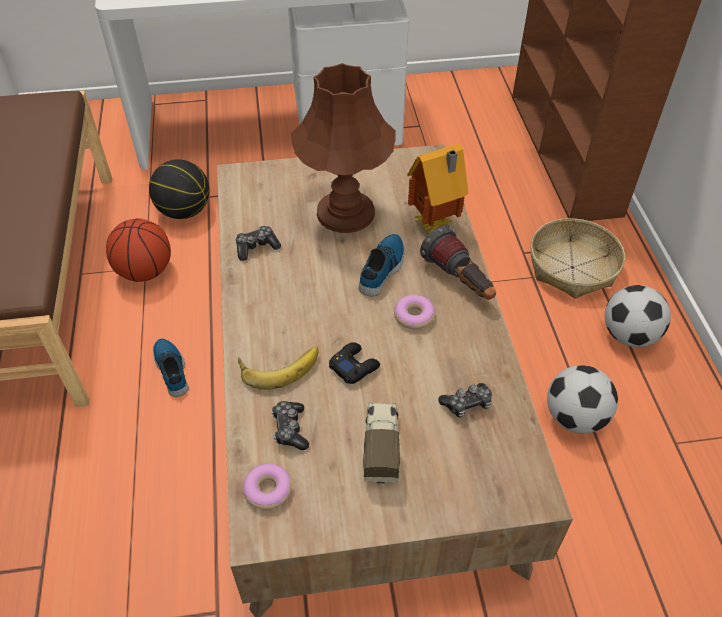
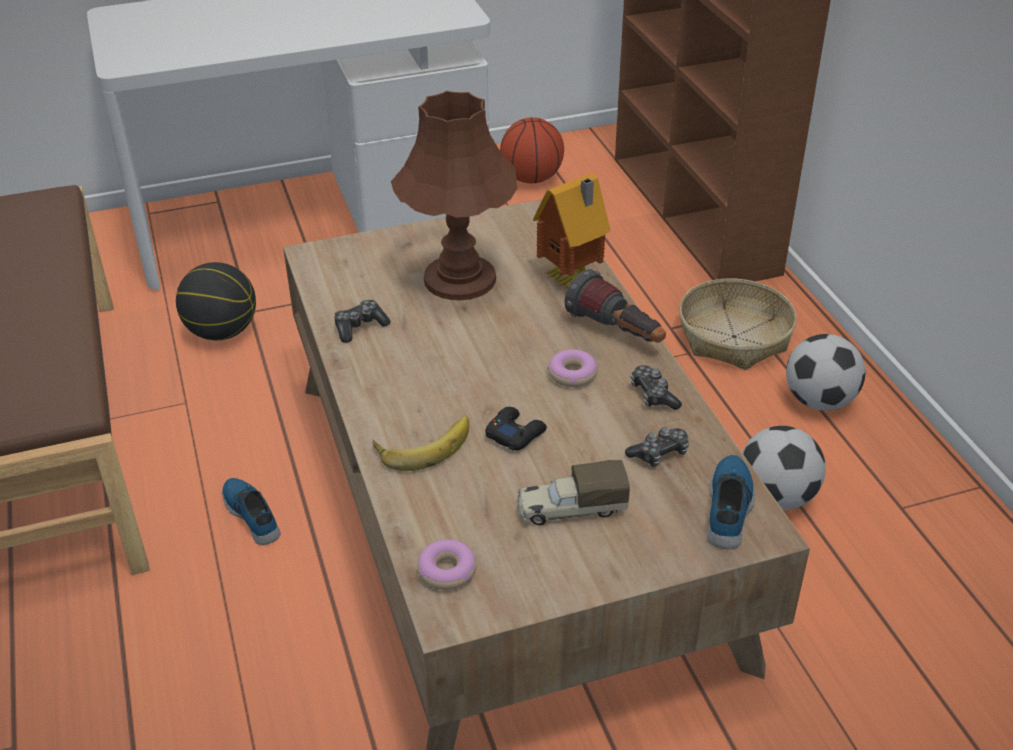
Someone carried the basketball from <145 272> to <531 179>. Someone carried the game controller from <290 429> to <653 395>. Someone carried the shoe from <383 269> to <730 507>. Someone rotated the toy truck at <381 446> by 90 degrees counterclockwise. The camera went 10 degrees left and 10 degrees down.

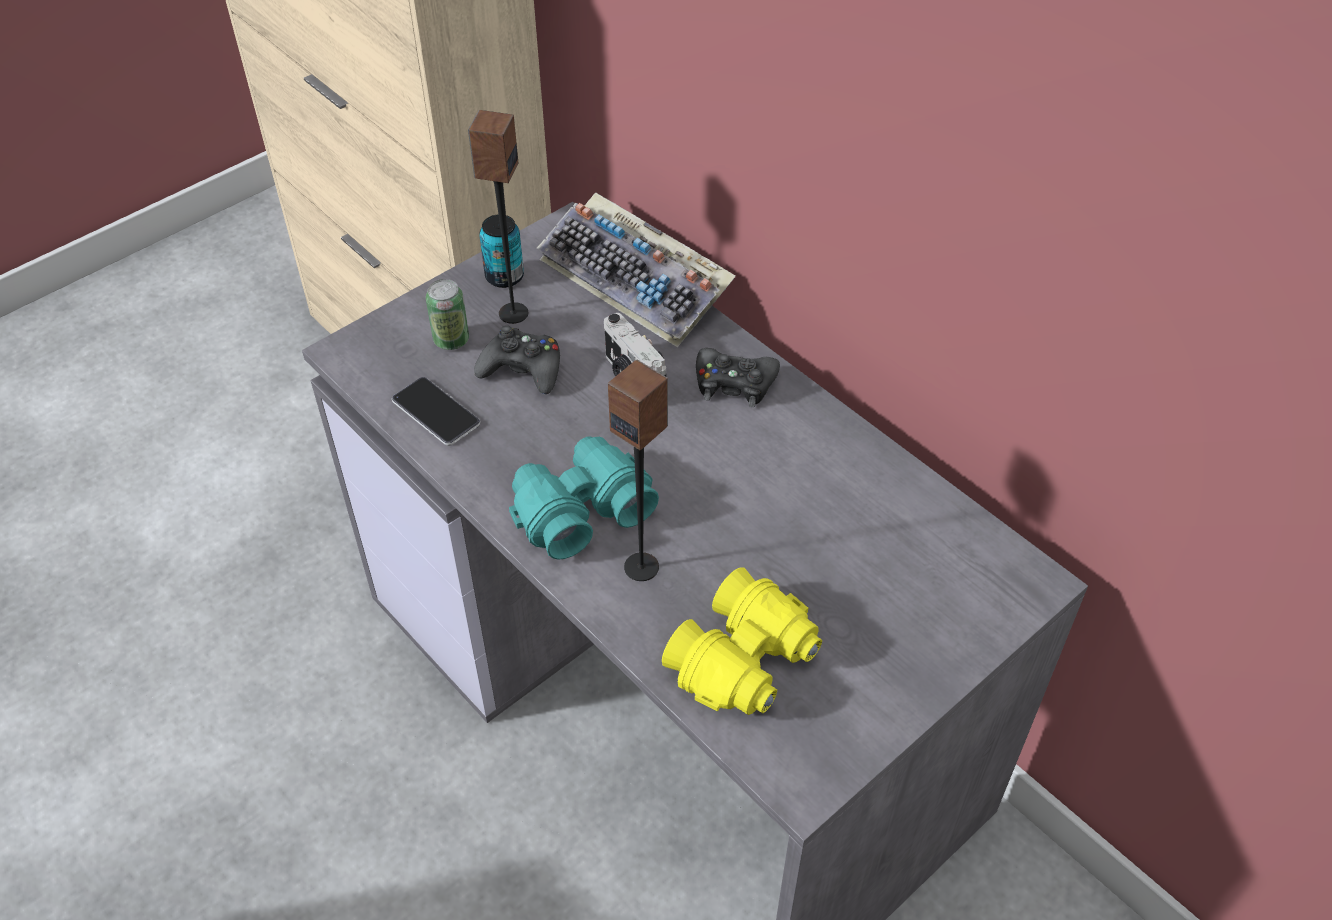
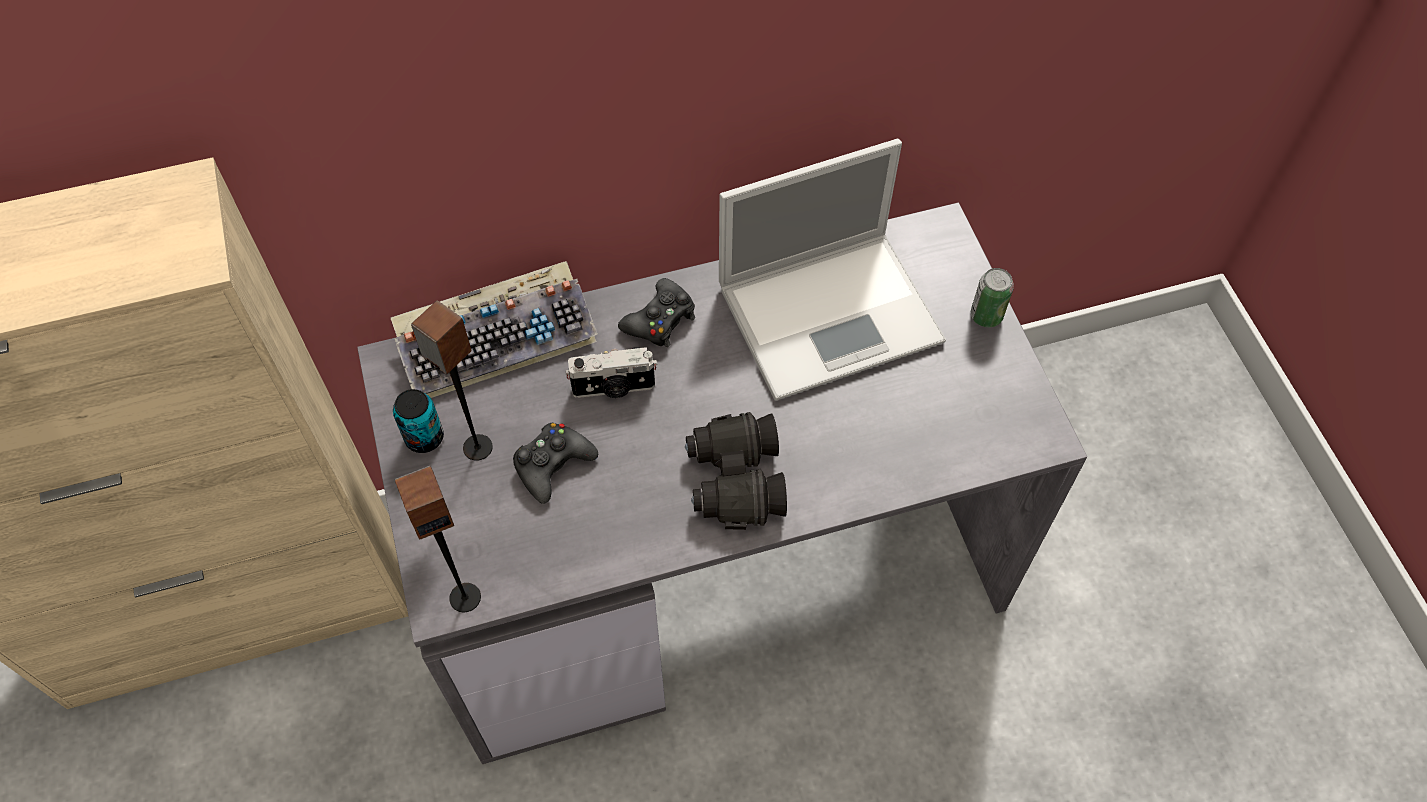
Someone took away the phone at <436 412>. Someone carried the can from <451 340> to <986 316>. Someone repainted the turquoise binoculars at <580 509>, which became the black binoculars at <734 480>. Someone carried the speaker from <642 566> to <465 597>. Someone took away the yellow binoculars at <746 660>. Someone put down the laptop at <833 312>. The camera went 65 degrees left and 10 degrees up.

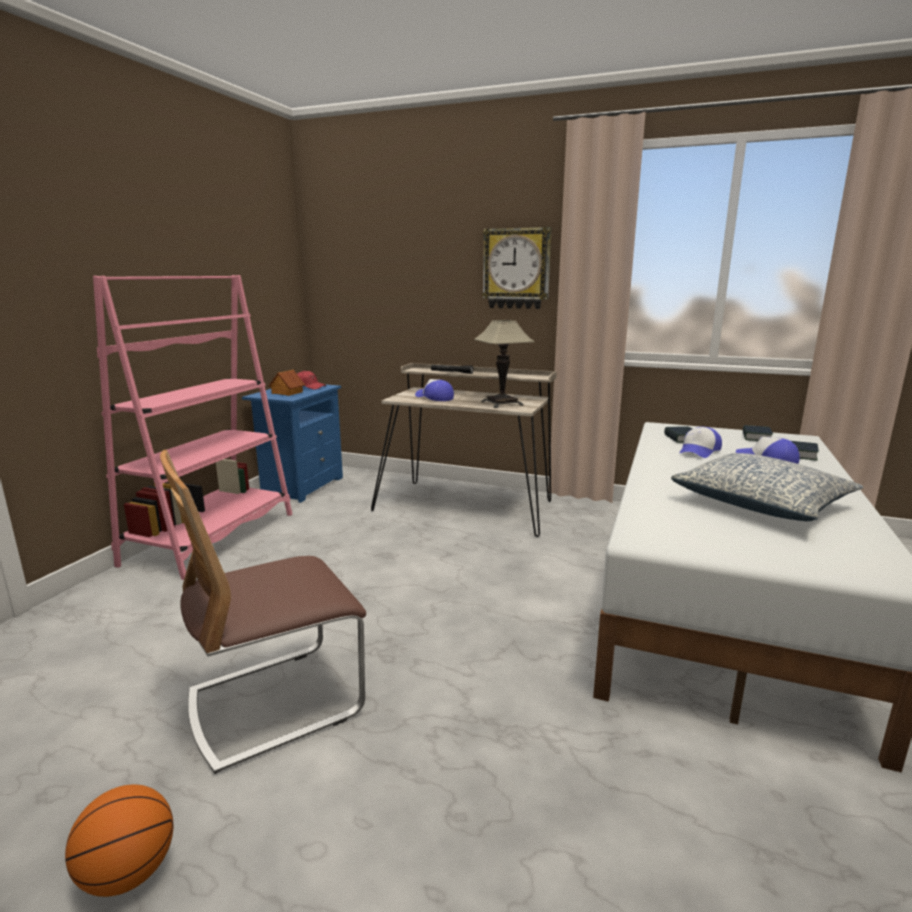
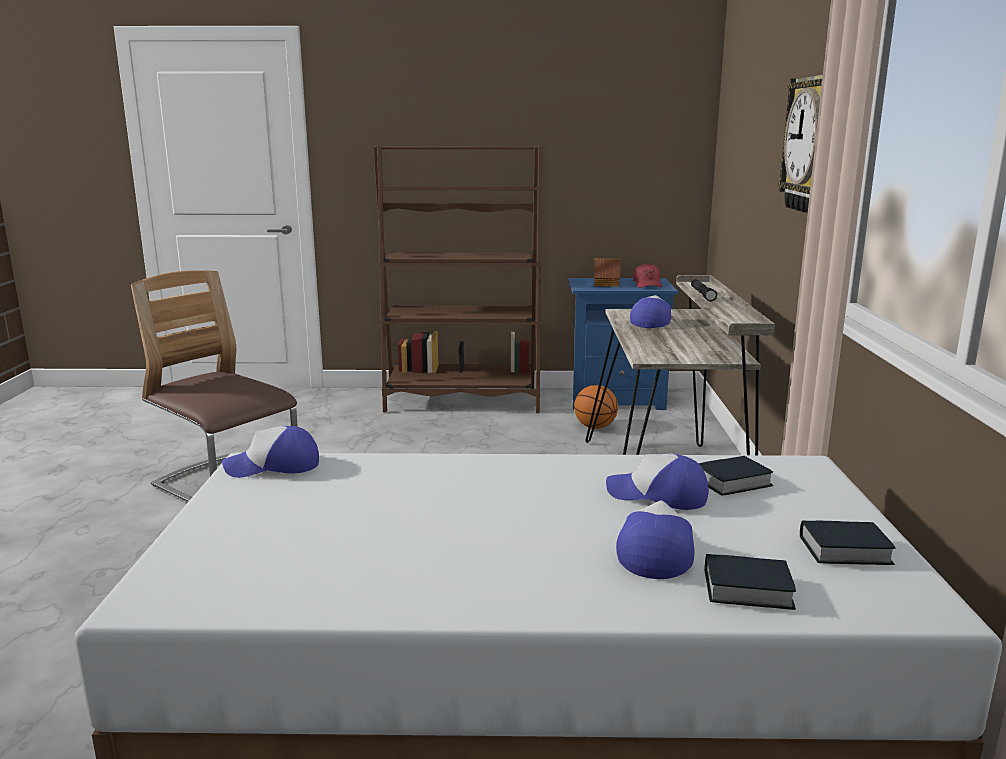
Someone carried the basketball from <129 872> to <595 427>. Someone repainted the pink bookcase at <212 538>, which became the brown bookcase at <462 400>. Someone took away the table lamp at <502 403>. Someone took away the pillow at <762 504>. Someone put down the cap at <273 466>. The camera went 70 degrees right and 0 degrees up.

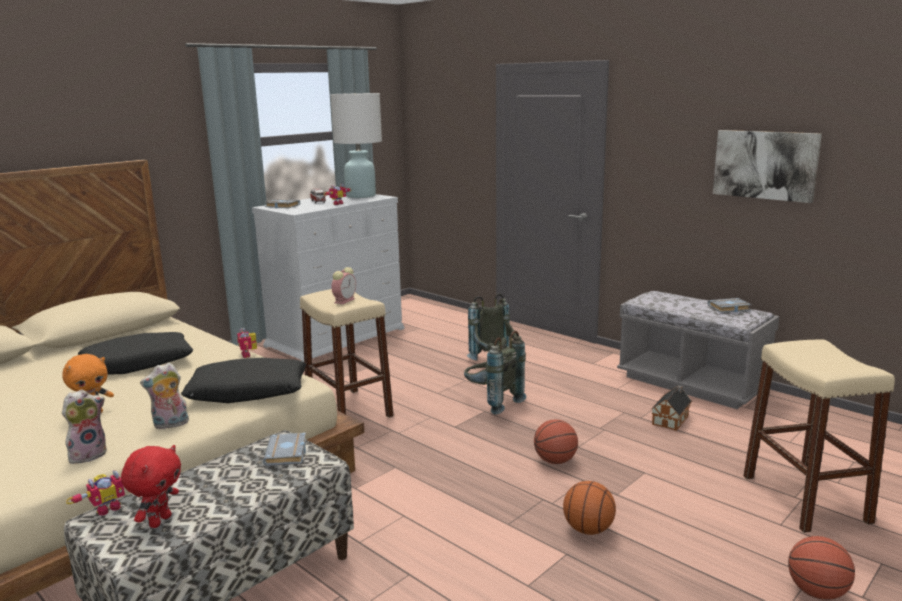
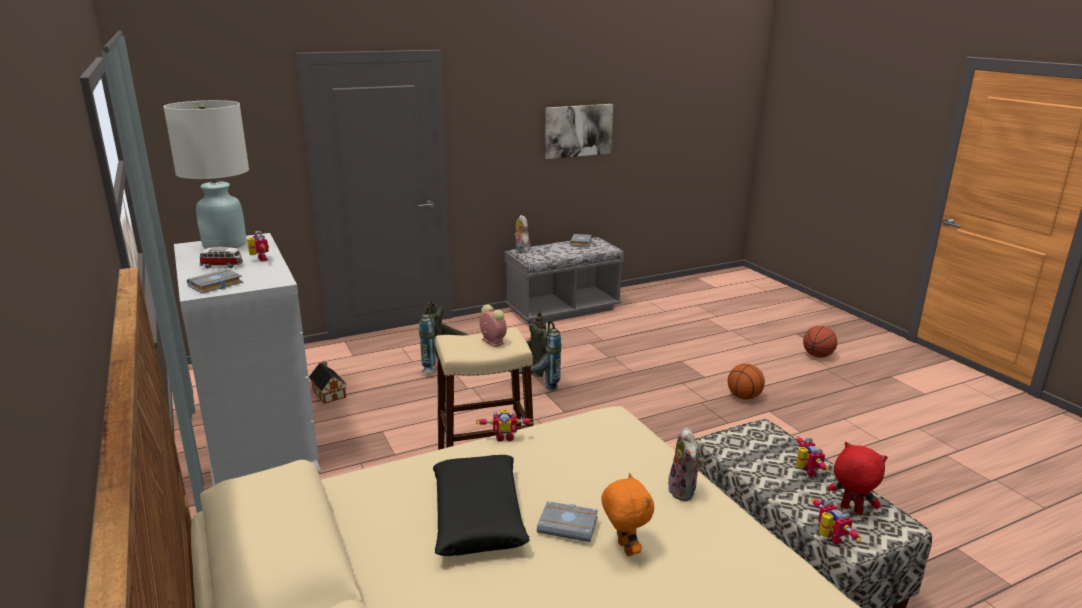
Someone carried the plush toy from <88 454> to <521 250>. Someone took away the black pillow at <248 392>. Someone carried the grey book from <287 454> to <569 525>. Someone took away the basketball at <555 461>. Someone carried the toy house from <671 419> to <329 393>. Someone took away the beige stool at <805 499>. Someone put down the toy robot at <805 471>. The camera went 70 degrees left and 5 degrees up.

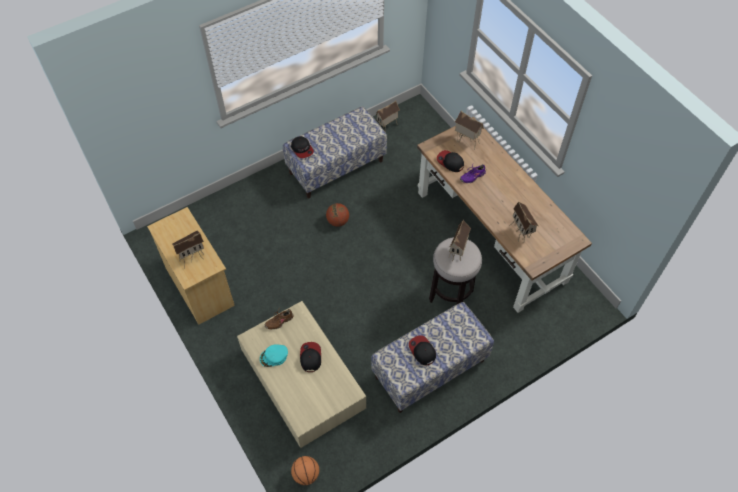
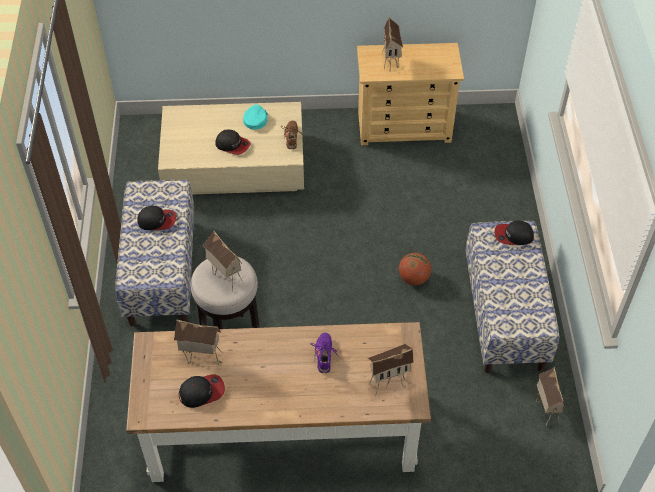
Someone took away the basketball at <306 474>. Someone carried the cap from <450 162> to <202 392>. The camera went 120 degrees right and 5 degrees down.

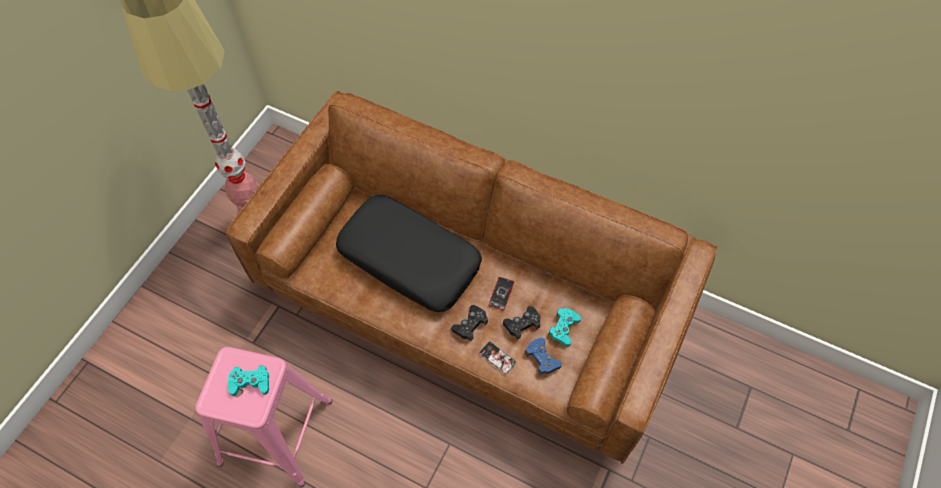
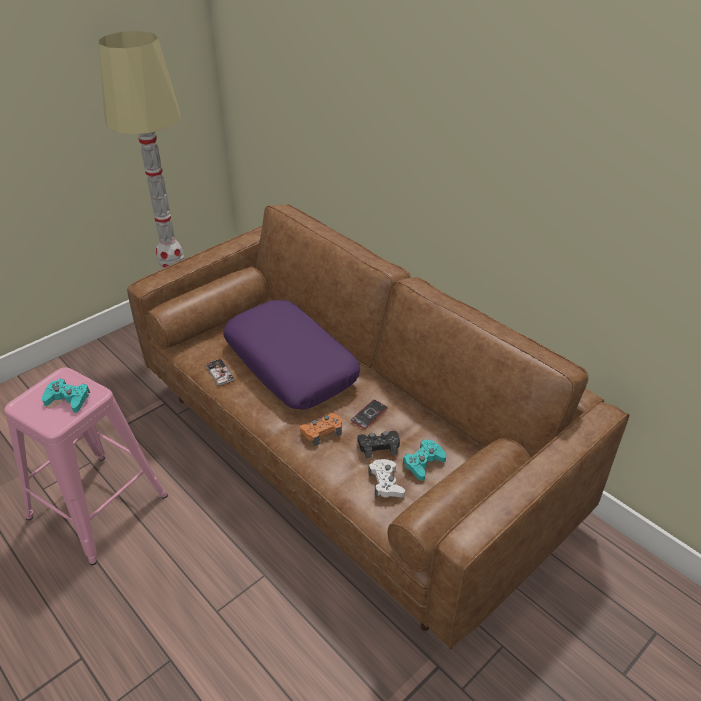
Someone repainted the black pillow at <410 259>, which became the purple pillow at <291 364>. Someone repainted the black game controller at <470 325>, which became the orange game controller at <322 431>. Someone carried the phone from <497 358> to <219 372>. Someone repainted the blue game controller at <542 358>, which became the white game controller at <386 483>. The camera went 20 degrees right and 20 degrees down.

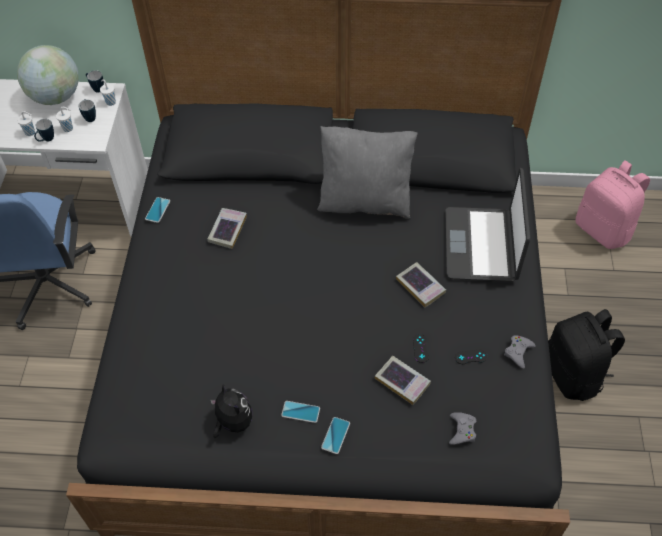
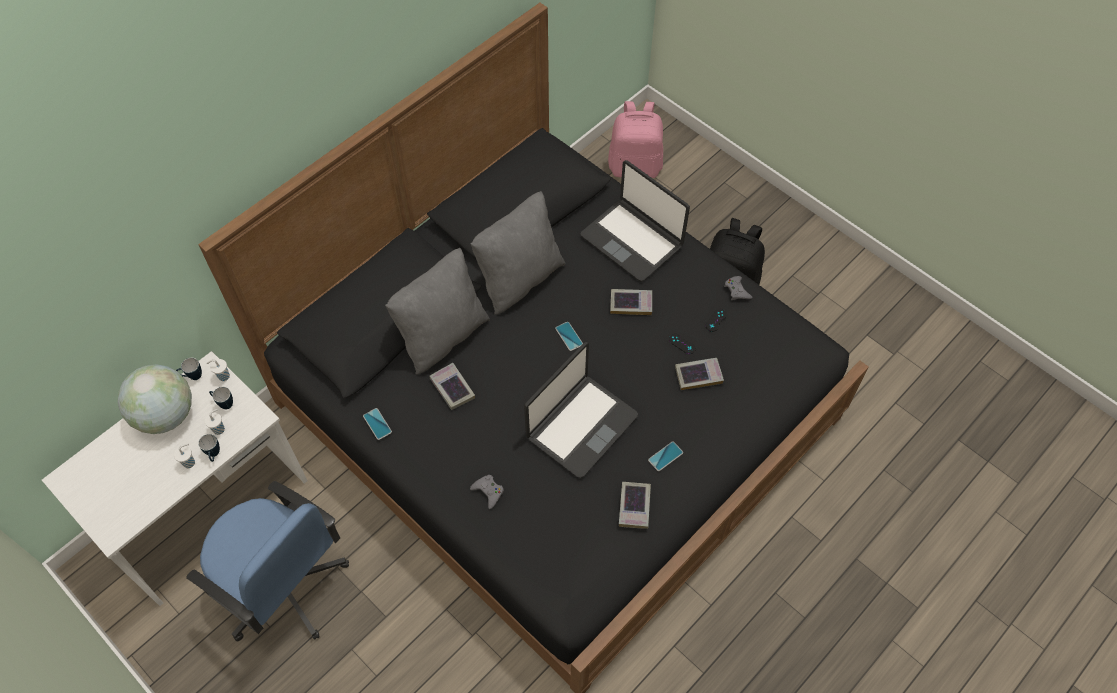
Someone swapped the plush toy at <233 422> for the book at <634 506>. Someone carried the phone from <335 435> to <569 336>. Someone carried the grey game controller from <462 430> to <488 492>. Someone put down the grey pillow at <442 335>. Someone put down the laptop at <581 426>. The camera went 50 degrees left and 5 degrees up.

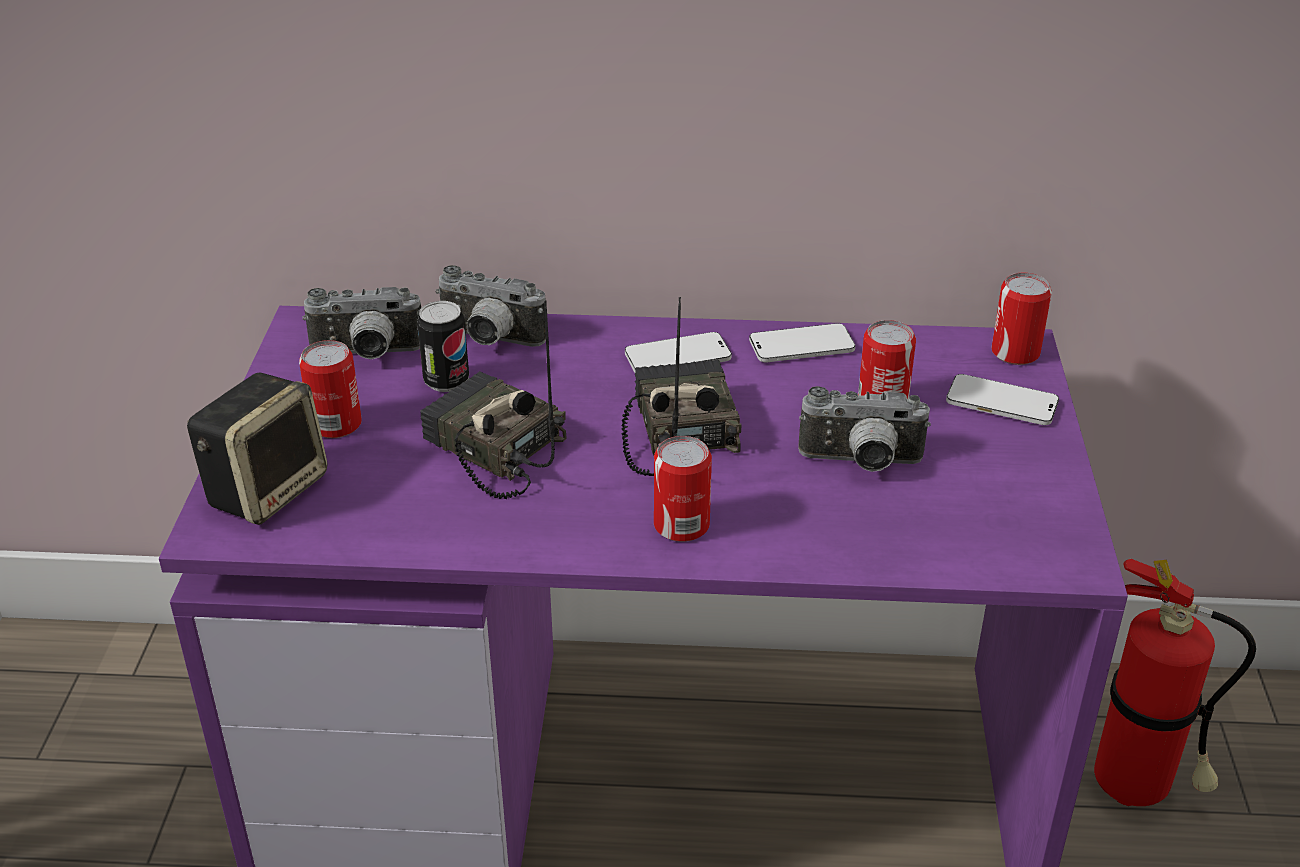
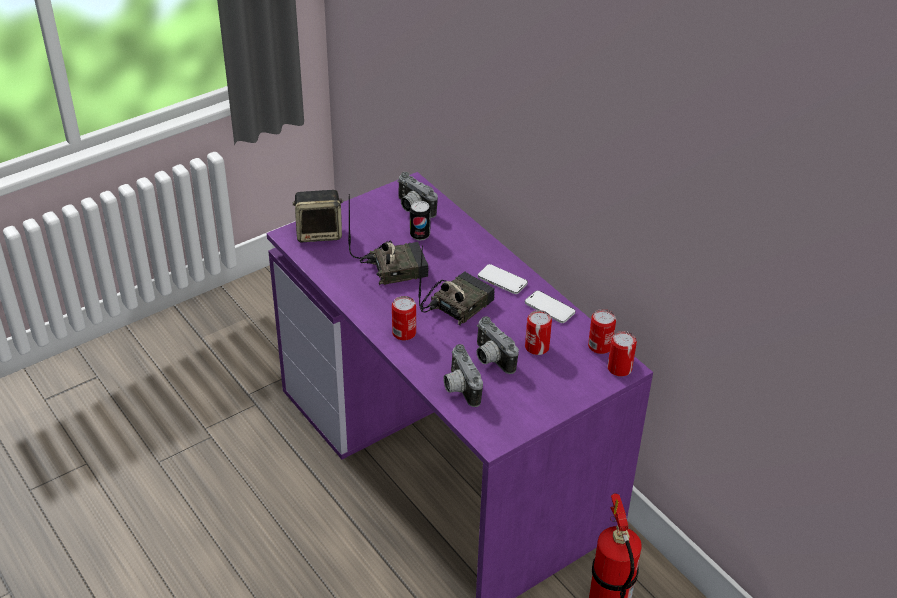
Someone carried the can from <336 424> to <600 346>. Someone rotated the radio at <492 449> by 75 degrees clockwise. Someone carried the photo camera from <488 340> to <459 388>. Someone took away the phone at <1001 403>. The camera went 50 degrees right and 5 degrees up.

